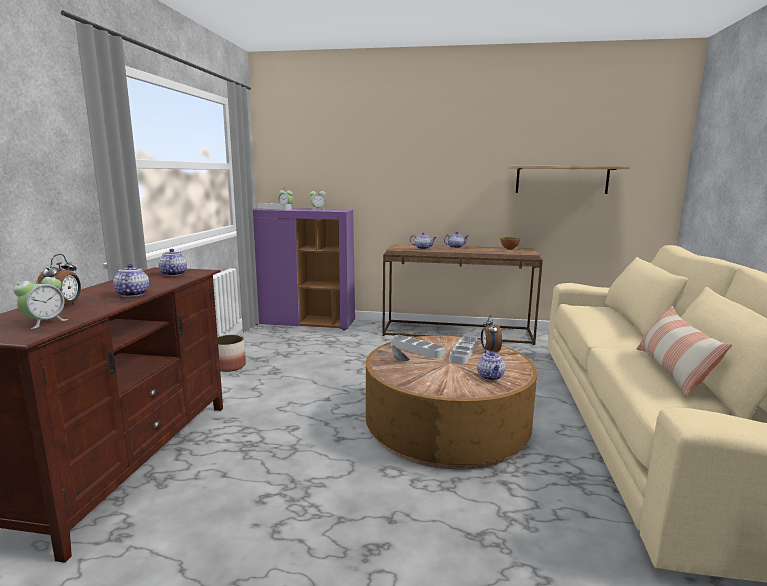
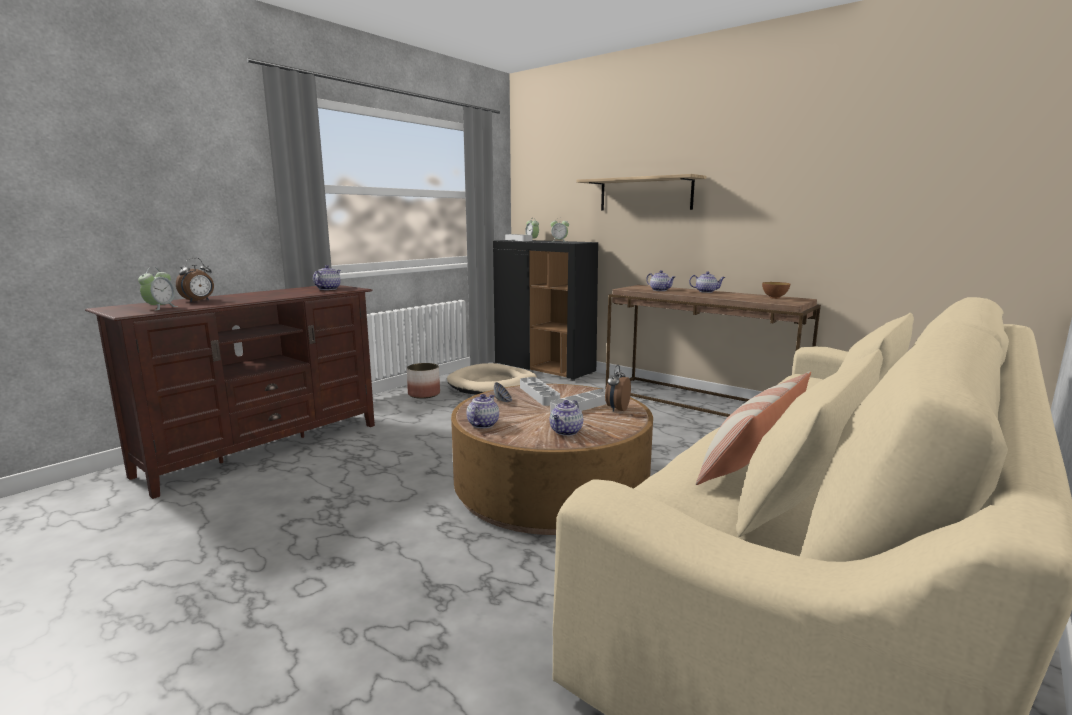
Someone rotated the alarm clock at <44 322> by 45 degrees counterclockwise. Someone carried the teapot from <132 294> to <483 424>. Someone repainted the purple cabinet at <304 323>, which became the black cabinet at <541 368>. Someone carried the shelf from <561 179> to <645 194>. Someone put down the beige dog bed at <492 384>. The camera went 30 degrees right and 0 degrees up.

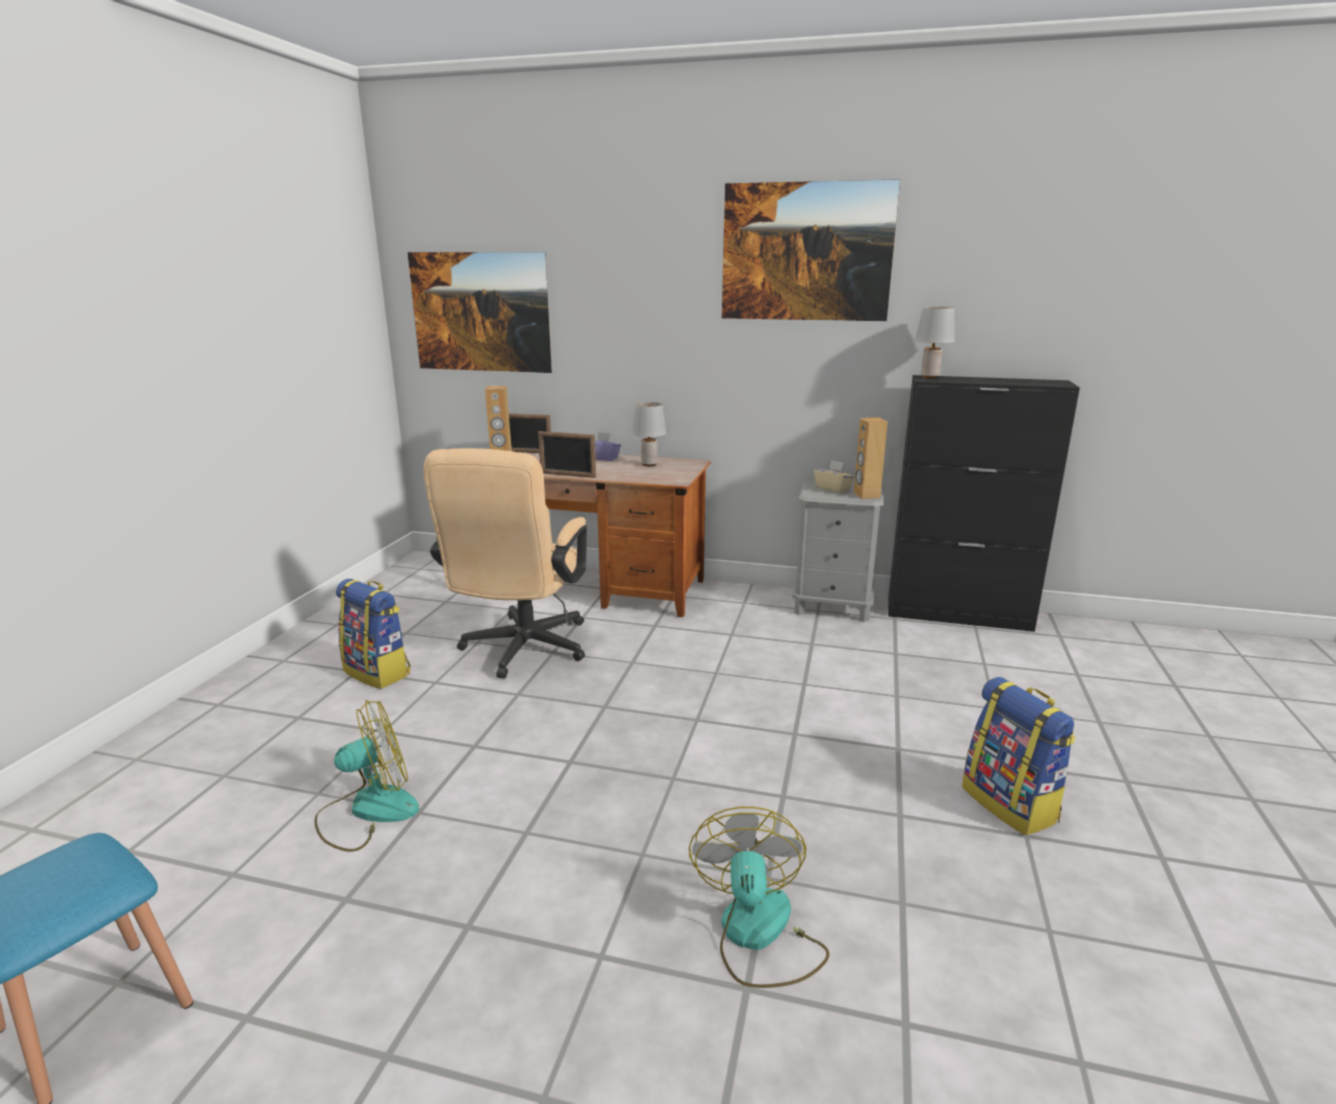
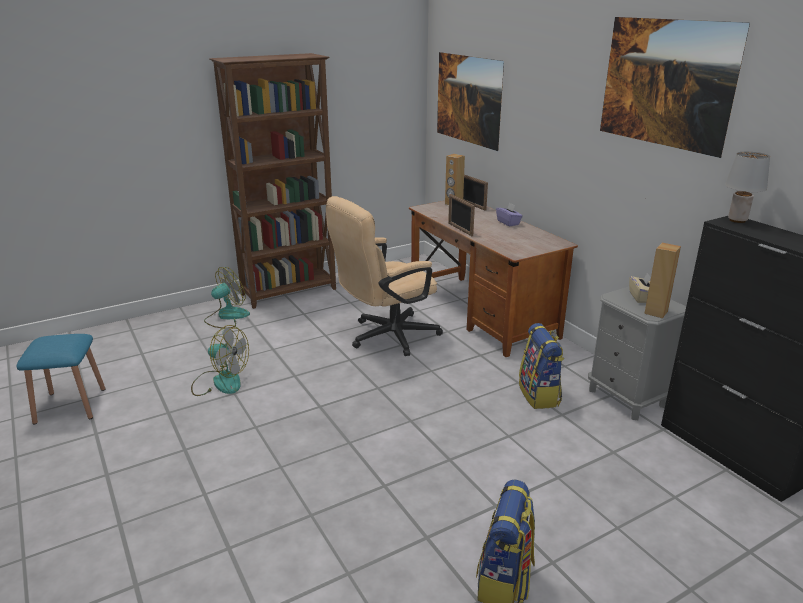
Someone carried the backpack from <378 672> to <539 395>. Someone took away the grey table lamp at <648 464>. Someone carried the fan from <758 935> to <226 317>. Someone put down the brown bookcase at <290 292>. The camera went 45 degrees right and 5 degrees up.

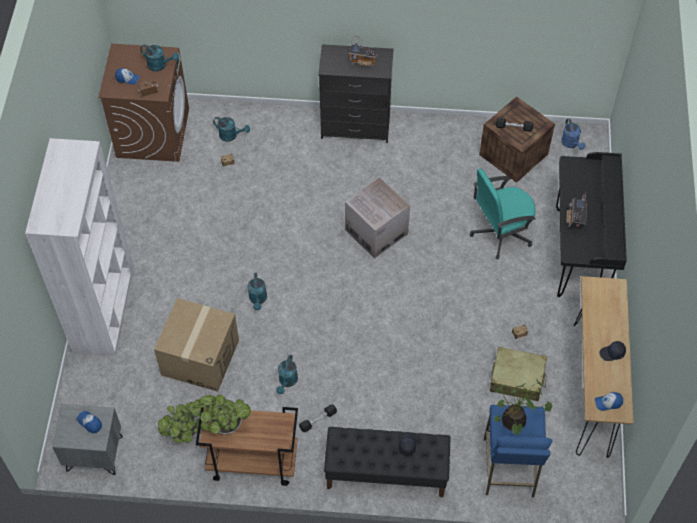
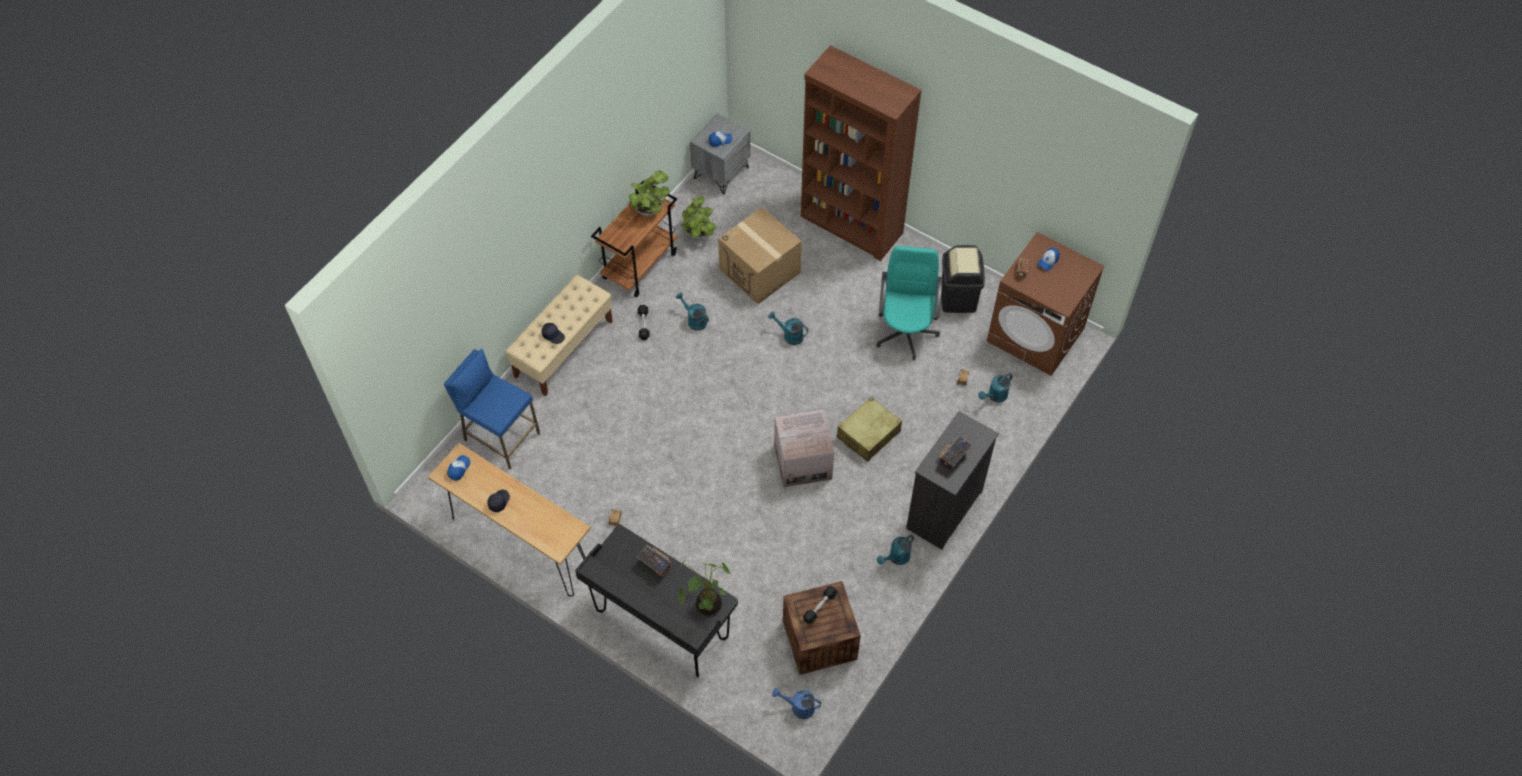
Someone repainted the white bookcase at <104 310>, which became the brown bookcase at <851 225>. Someone carried the turquoise watering can from <160 65> to <896 558>. Someone repainted the black bench at <386 473>, which became the beige bench at <564 348>. Someone carried the turquoise office chair from <500 233> to <906 332>. Someone carried the beige suitcase from <517 378> to <868 434>. Someone carried the potted plant from <514 423> to <706 604>. Someone put down the black trash can at <958 298>. The camera went 120 degrees right and 0 degrees up.

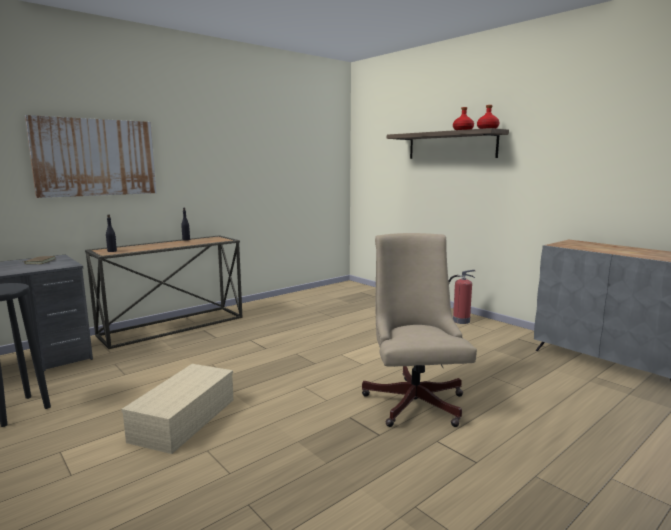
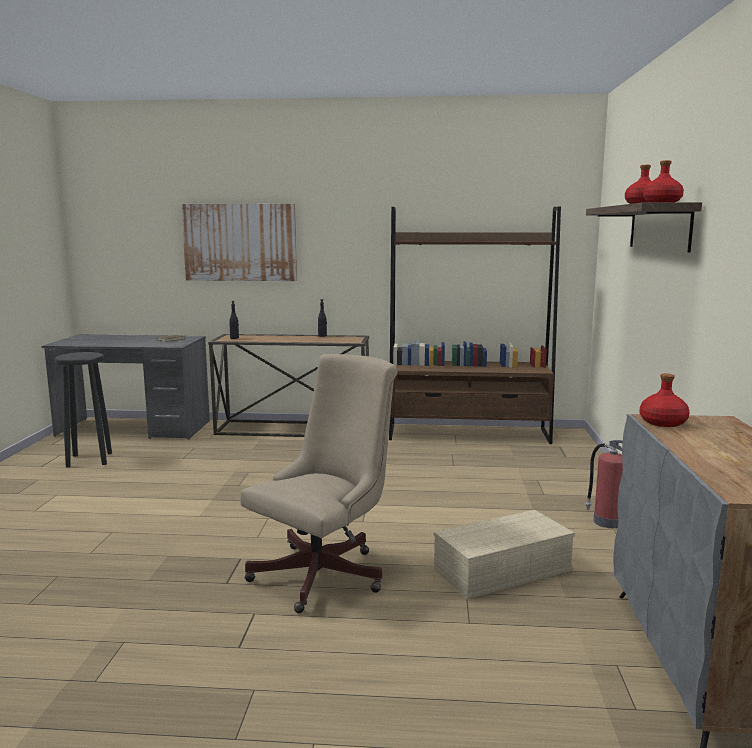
Someone carried the beige storage box from <184 418> to <503 569>. Someone put down the brown bookcase at <469 434>. Someone put down the red bottle at <662 422>. The camera went 45 degrees right and 0 degrees up.

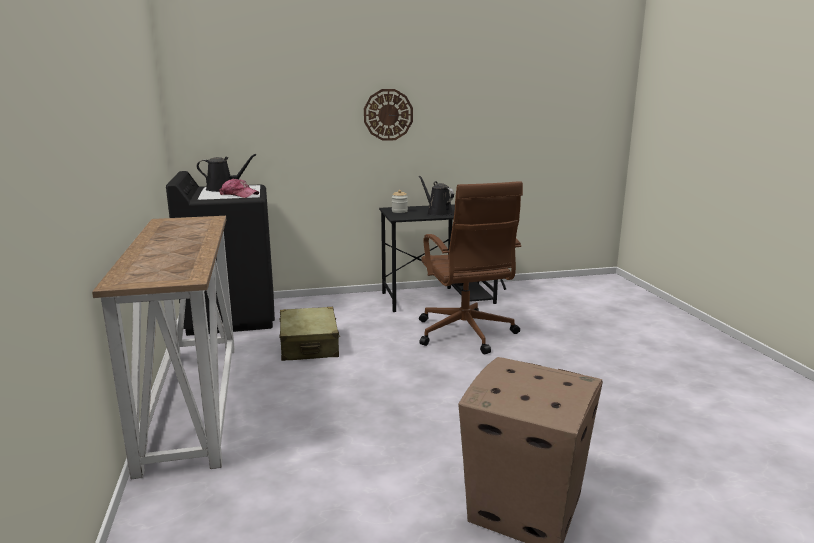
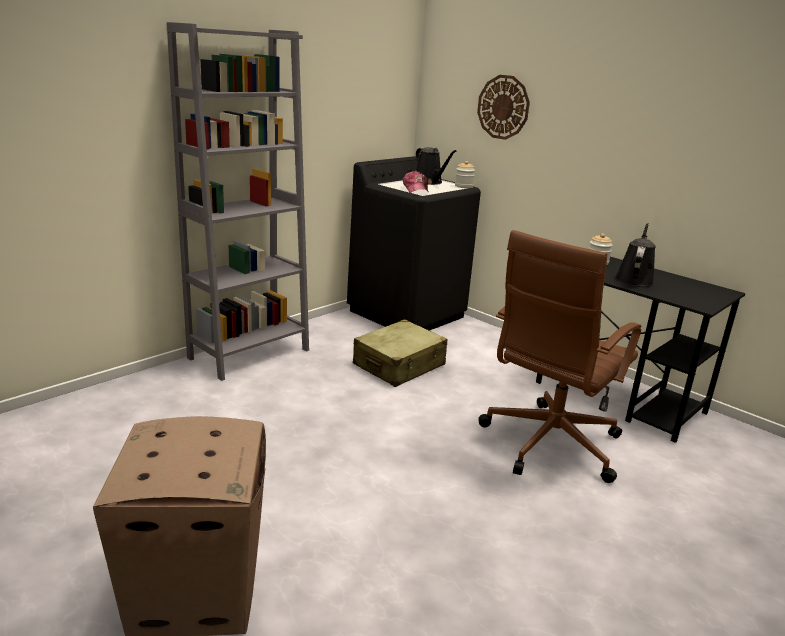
Someone swapped the console table at <192 401> for the grey bookcase at <249 354>. Someone carried the wall clock from <388 114> to <503 107>. Someone put down the jar at <463 186>. The camera went 55 degrees right and 5 degrees up.

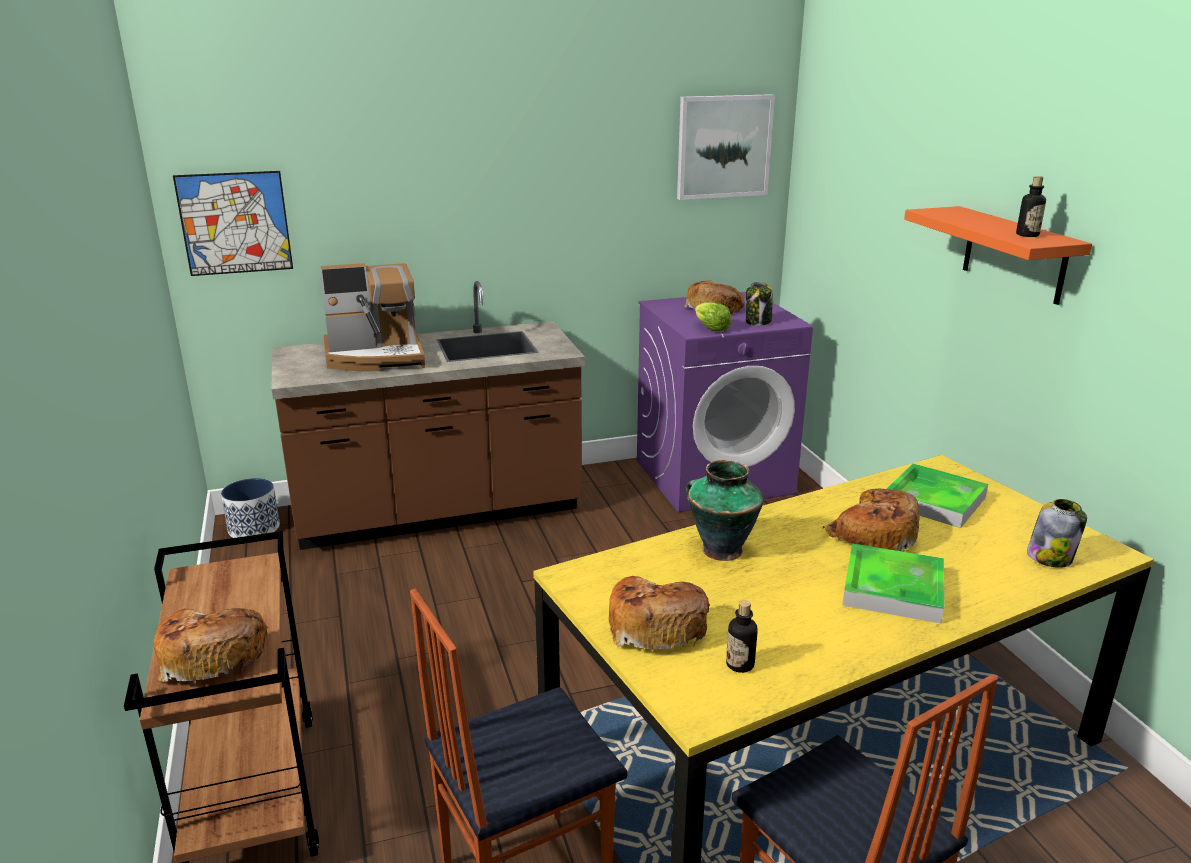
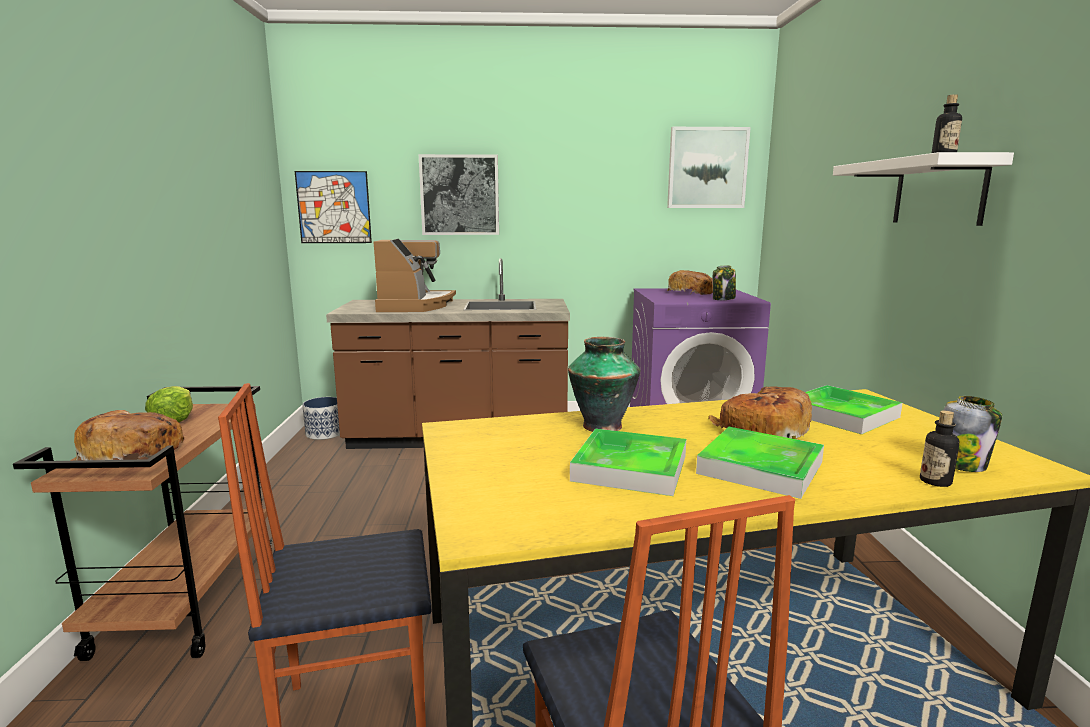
Someone rotated the coffee machine at <376 357> by 90 degrees counterclockwise. Someone took away the bread at <656 625>. Someone carried the lettuce from <710 328> to <174 419>. Someone carried the bottle from <740 664> to <935 481>. Someone repainted the orange shelf at <1014 254>, which became the white shelf at <938 192>. Someone put up the picture at <460 195>. Someone put down the tray at <630 468>. The camera went 15 degrees right and 10 degrees down.

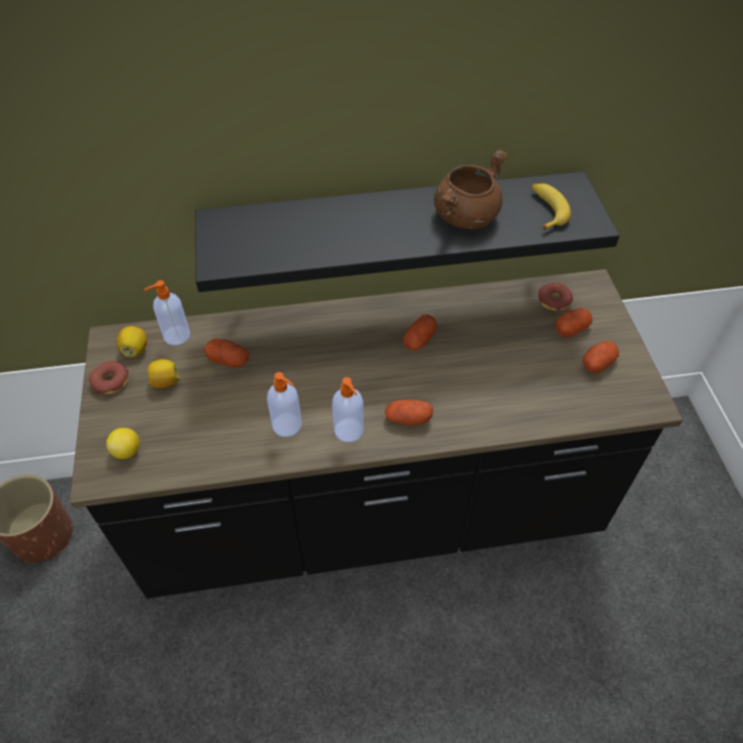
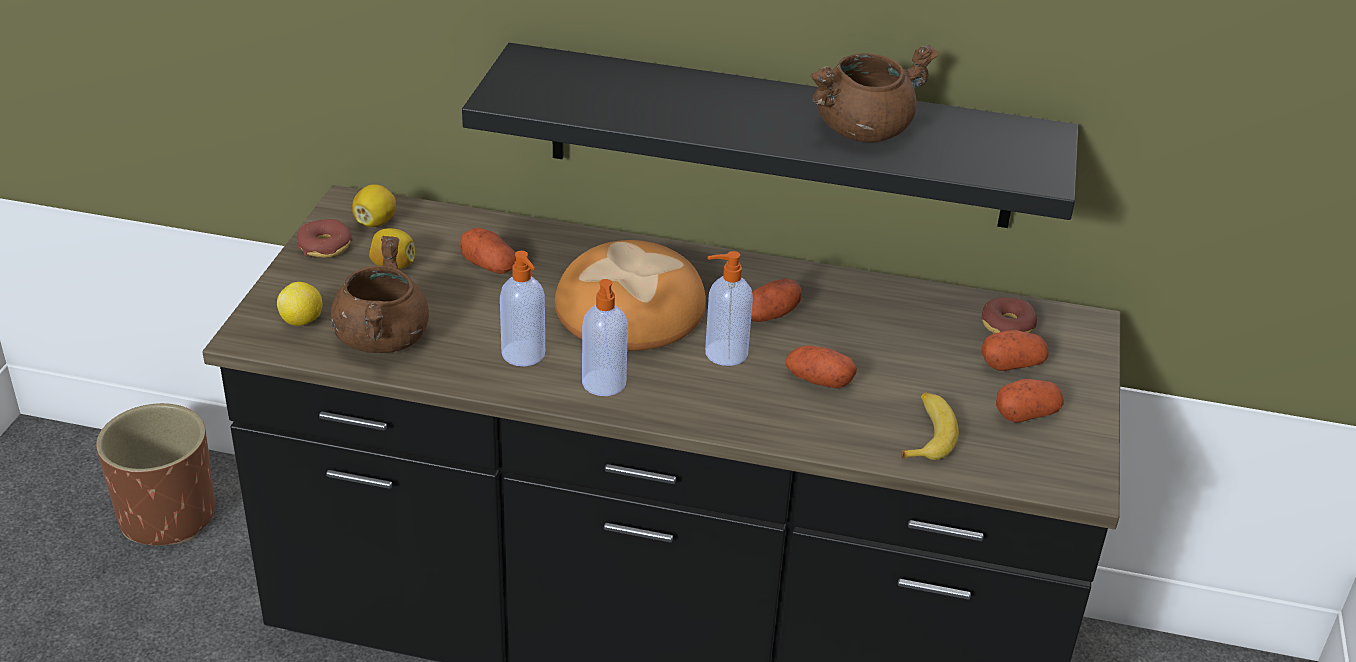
Someone carried the soap dispenser from <175 336> to <724 353>. Someone carried the potato from <408 419> to <818 380>. Someone carried the banana from <546 210> to <926 434>. Someone put down the brown cooking pot at <381 338>. Someone put down the bread at <630 307>. The camera went 20 degrees right and 15 degrees down.

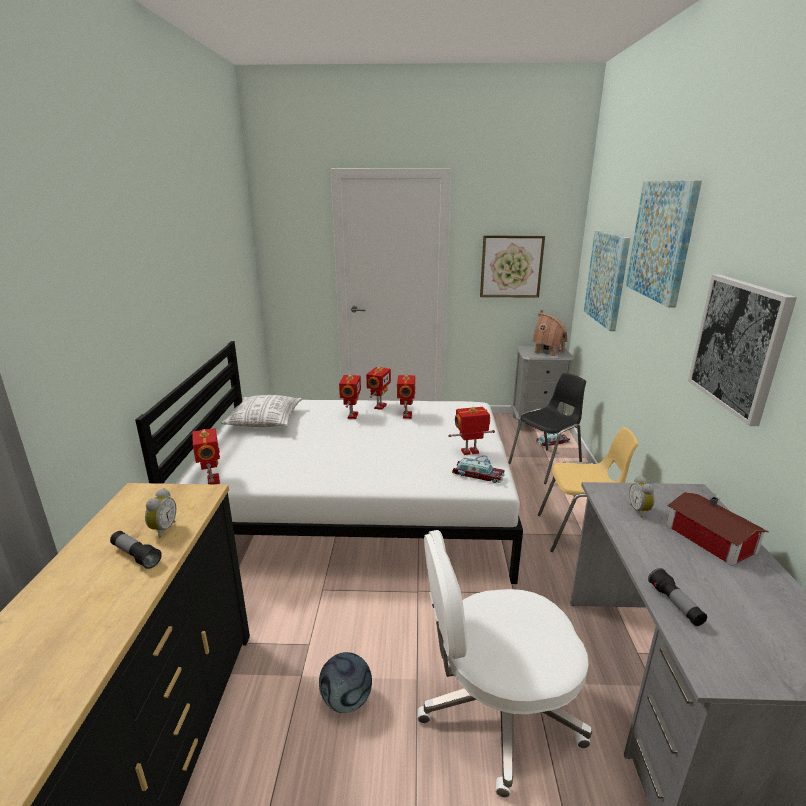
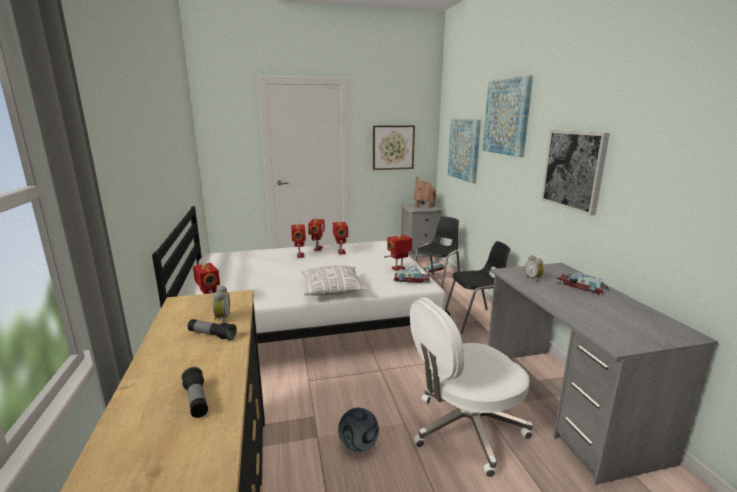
Someone carried the pillow from <265 421> to <332 290>. Someone repainted the yellow chair at <579 533>, which became the black chair at <475 320>. Someone carried the flashlight from <675 604> to <196 400>. Someone swapped the toy house at <711 540> for the toy car at <581 287>. The camera went 15 degrees left and 5 degrees down.

